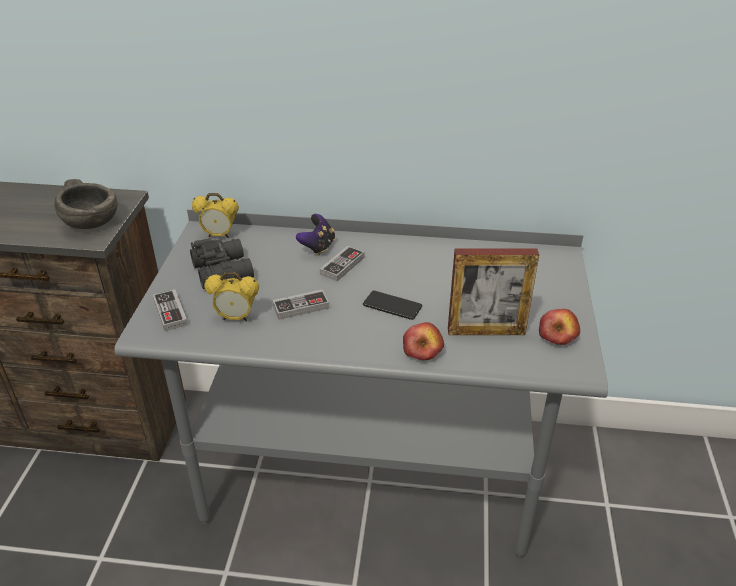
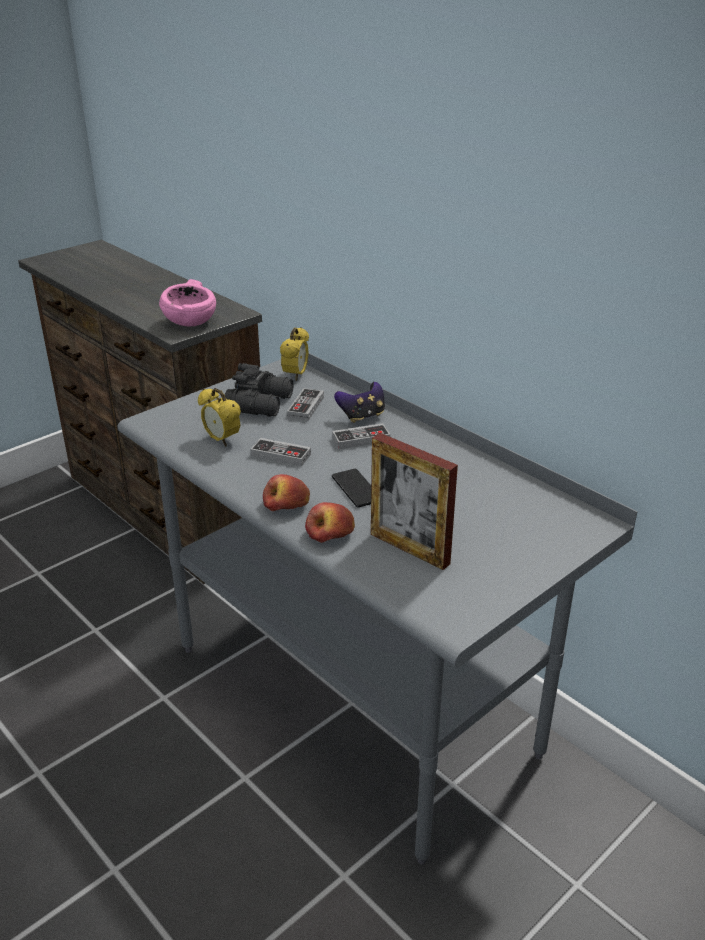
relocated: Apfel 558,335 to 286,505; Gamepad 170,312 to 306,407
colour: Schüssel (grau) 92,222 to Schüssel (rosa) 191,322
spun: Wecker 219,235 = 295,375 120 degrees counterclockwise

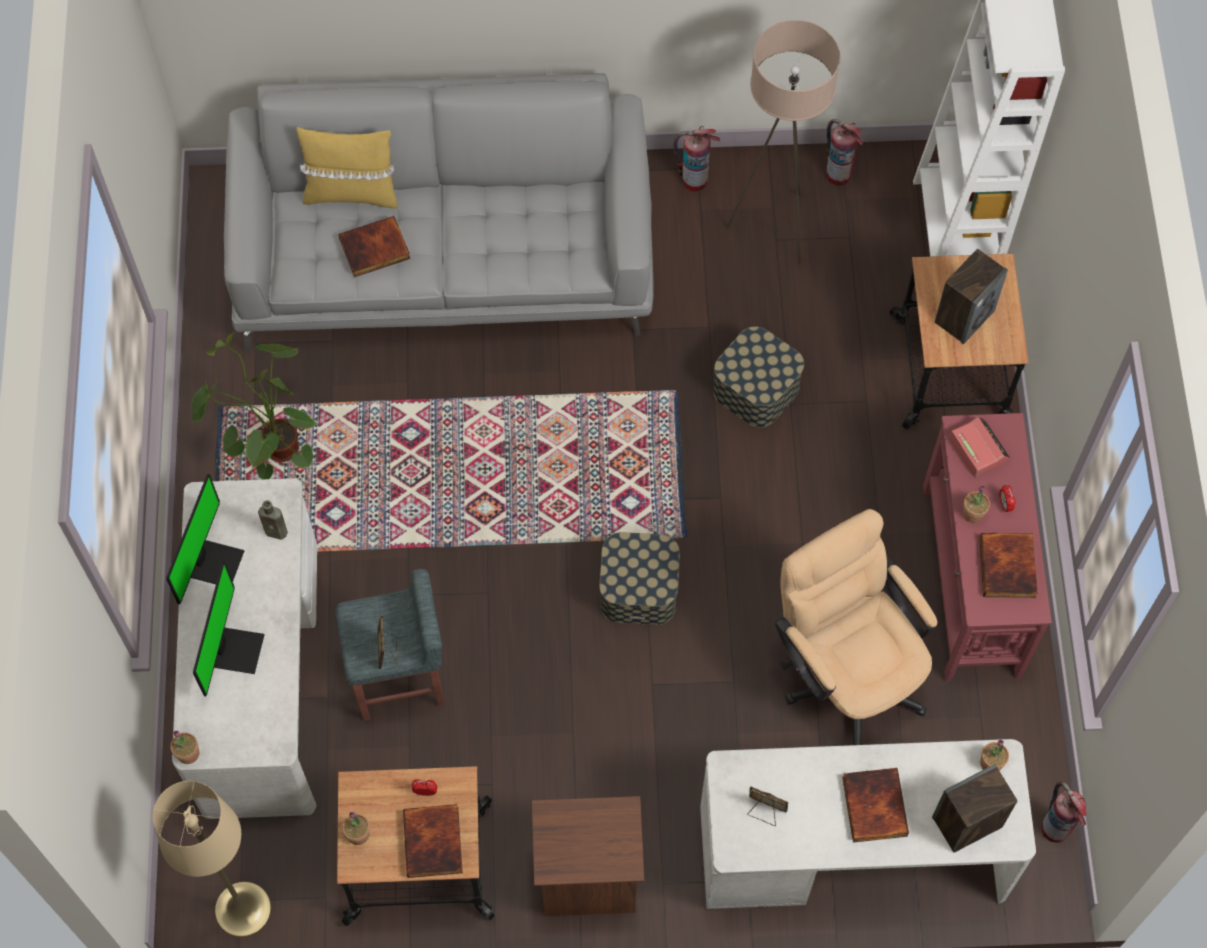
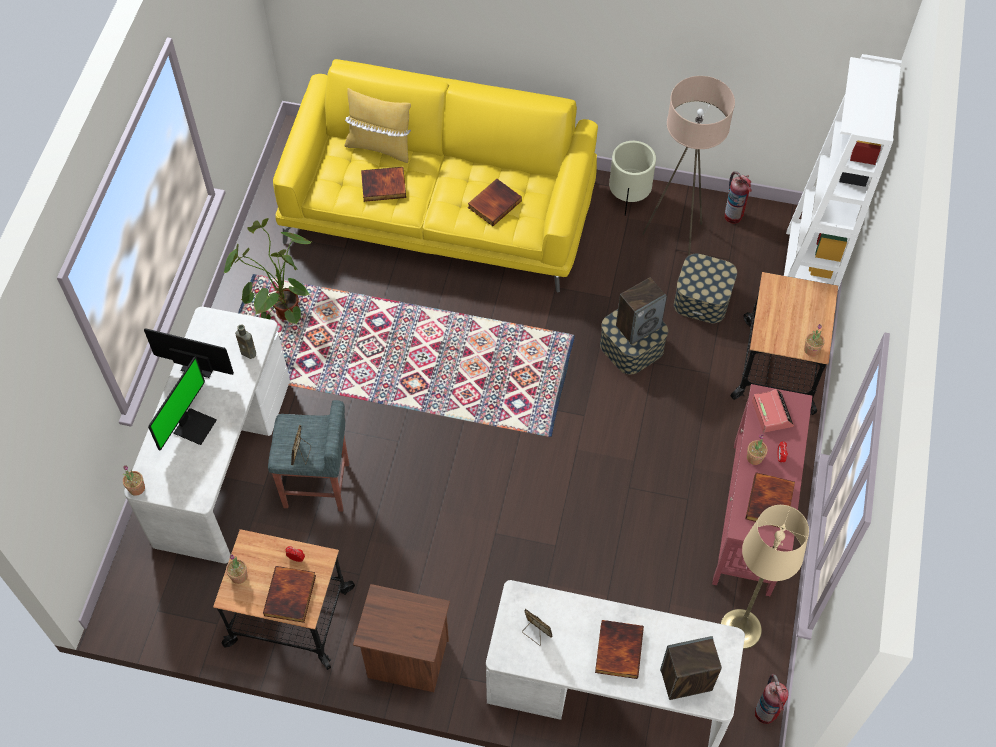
missing: Bürostuhl (beige) 846,673
appeared: Buch 494,203
relocated: Lautsprecher 964,316 to 638,326; Aufbewahrungsbox 638,588 to 702,298; Stehlampe (beige) 243,909 to 740,629; Topfpflanze 991,763 to 811,350
exchanged: Feuerlöscher 694,180 to Pflanzkübel (beige) 629,197
colour: Sofa (grau) 446,254 to Sofa (gelb) 440,209
spun: Monitor 215,563 = 199,364 105 degrees counterclockwise

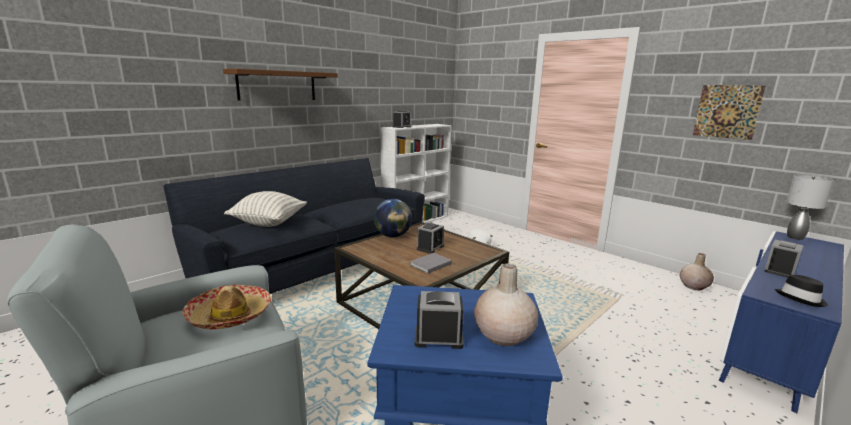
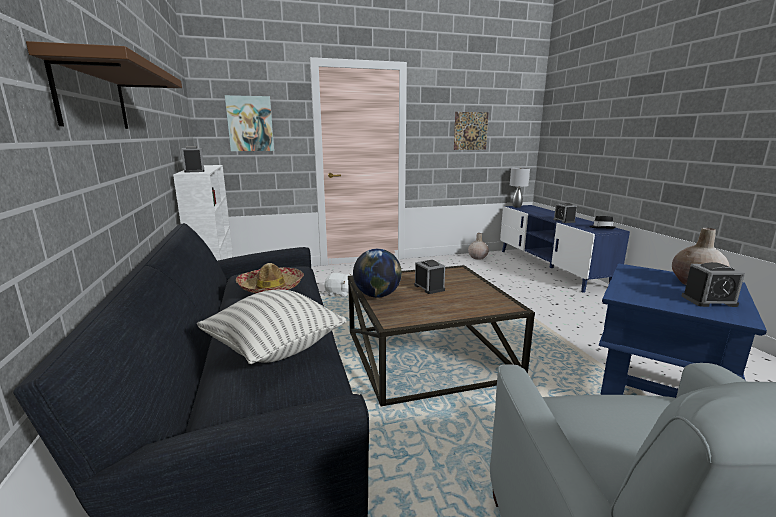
missing: Buch (grau) 429,264
appeared: Bild 250,124
relocated: Hut 230,315 to 271,287
spun: Wecker 438,337 = 708,301 120 degrees counterclockwise

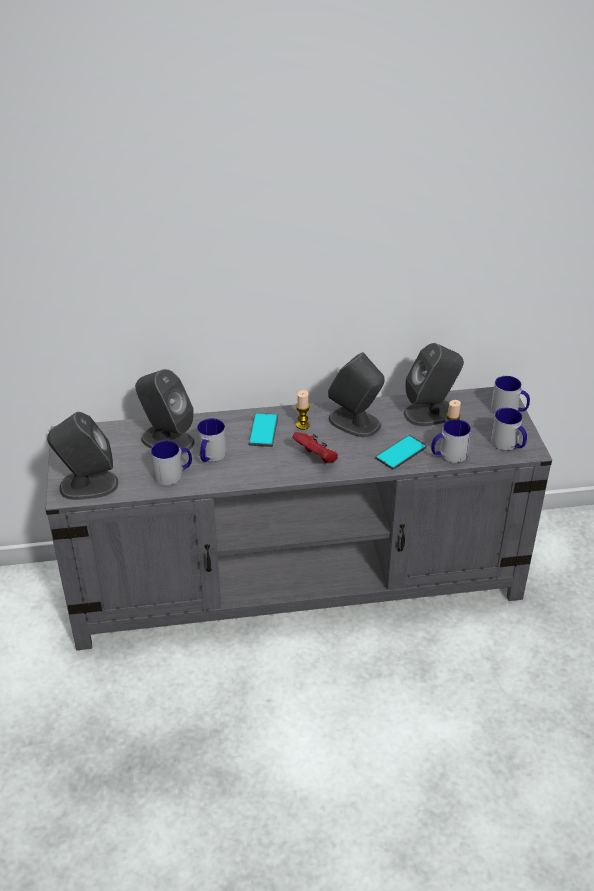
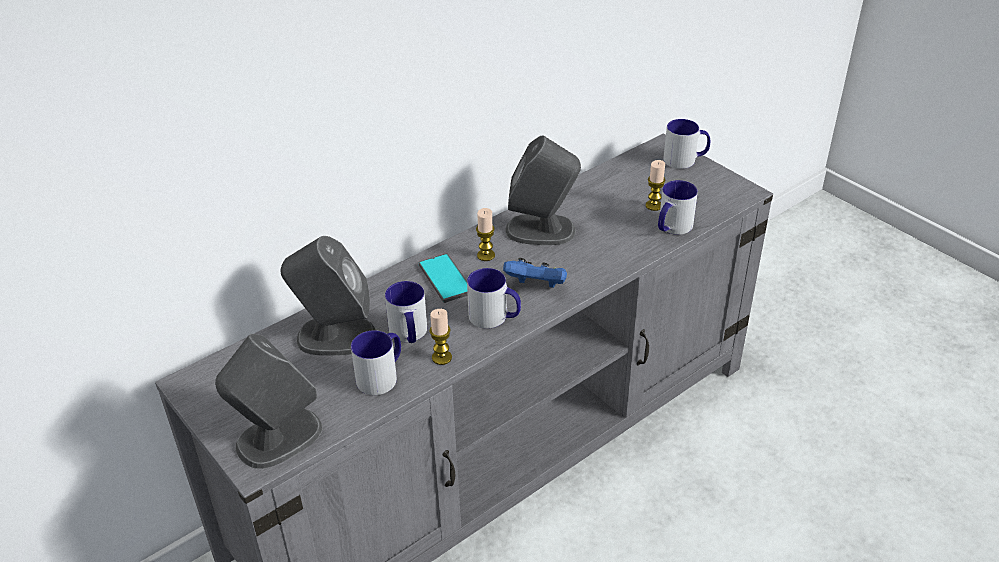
missing: Handy 401,453; Lautsprecher (grau) 431,413
appeared: Kerze 441,357
relocated: Henkelbecher 508,444 to 495,317
colour: Gamepad (rot) 316,458 to Gamepad (blau) 536,286

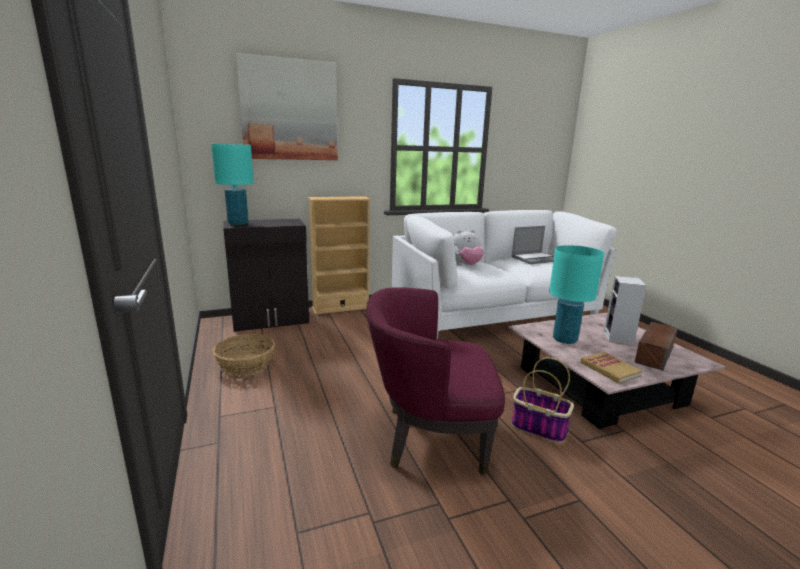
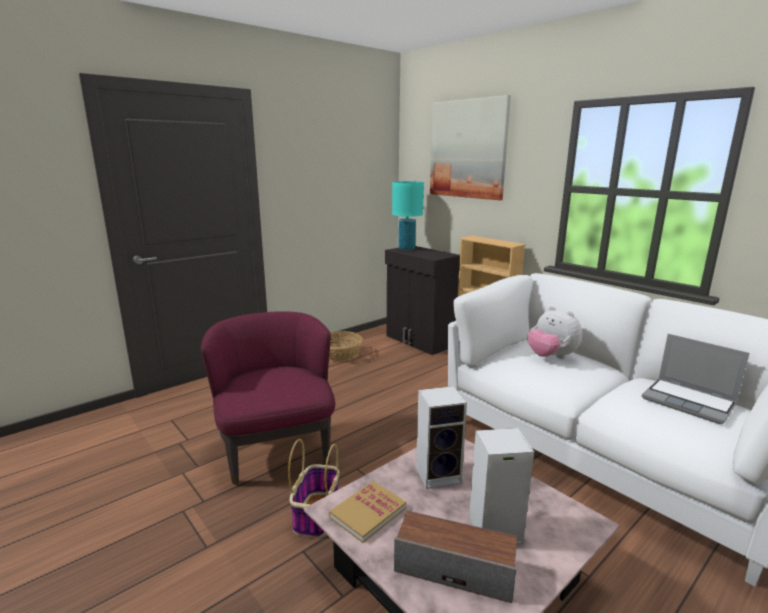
exchanged: Tischlampe (türkis) 564,339 to Lautsprecher 439,474

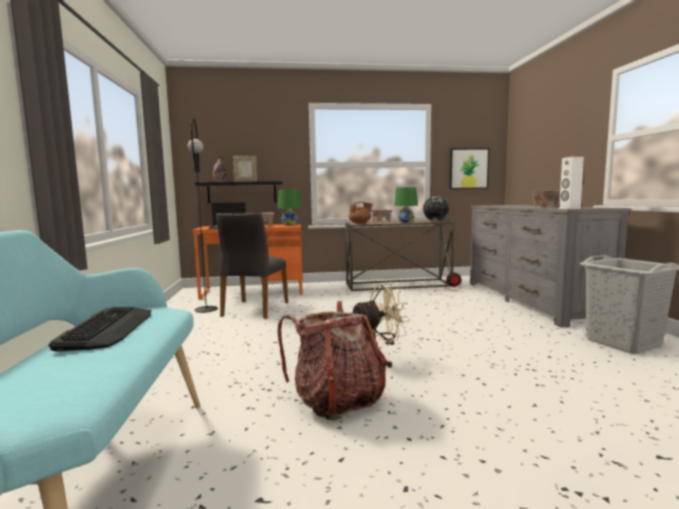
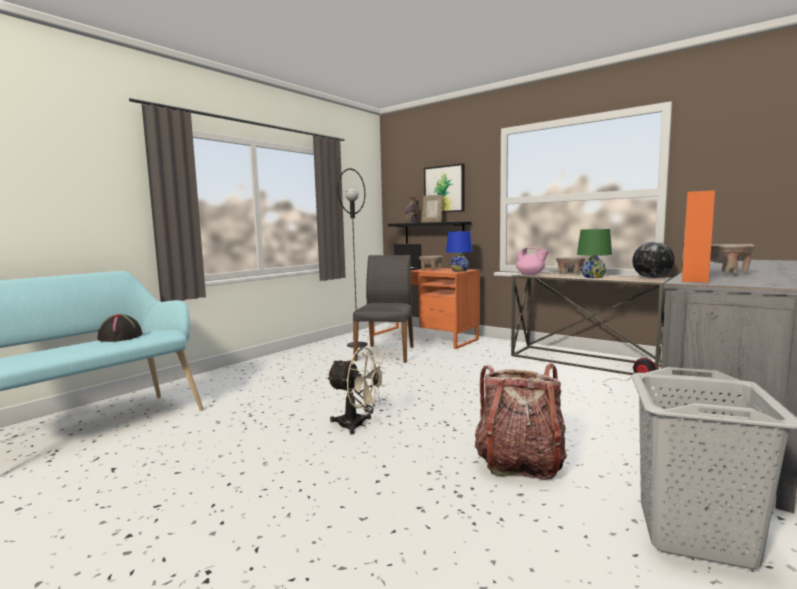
relocated: Bild 468,168 to 444,189; Rucksack 336,400 to 519,462
exchanged: Tastatur 108,328 to Hut (schwarz) 121,337
colour: Tischlampe (grün) 290,225 to Tischlampe (blau) 459,270; Teekanne (braun) 360,223 to Teekanne (rosa) 531,274; Lautsprecher (weiß) 569,208 to Lautsprecher (orange) 694,280
spun: Stuhl (grau) 254,309 = 386,353 135 degrees clockwise

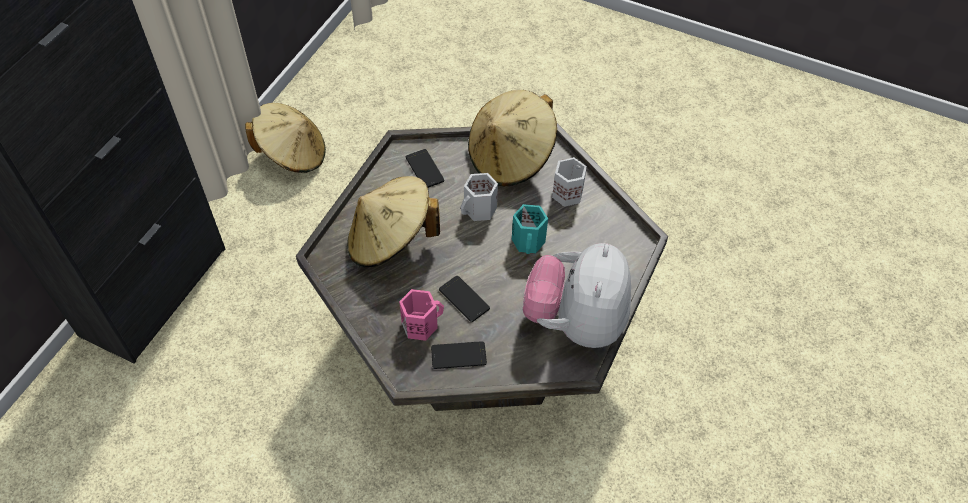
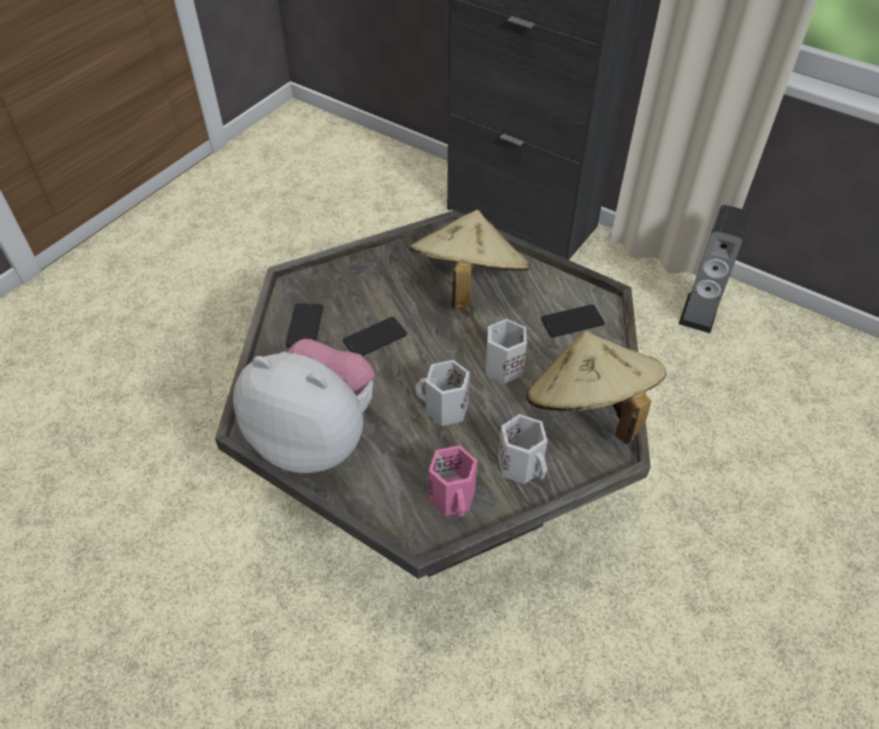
relocated: Henkelbecher (rosa) 420,324 to 454,497
exchanged: Hut (beige) 292,154 to Lautsprecher 699,313
colour: Henkelbecher (türkis) 529,242 to Henkelbecher (weiß) 444,409

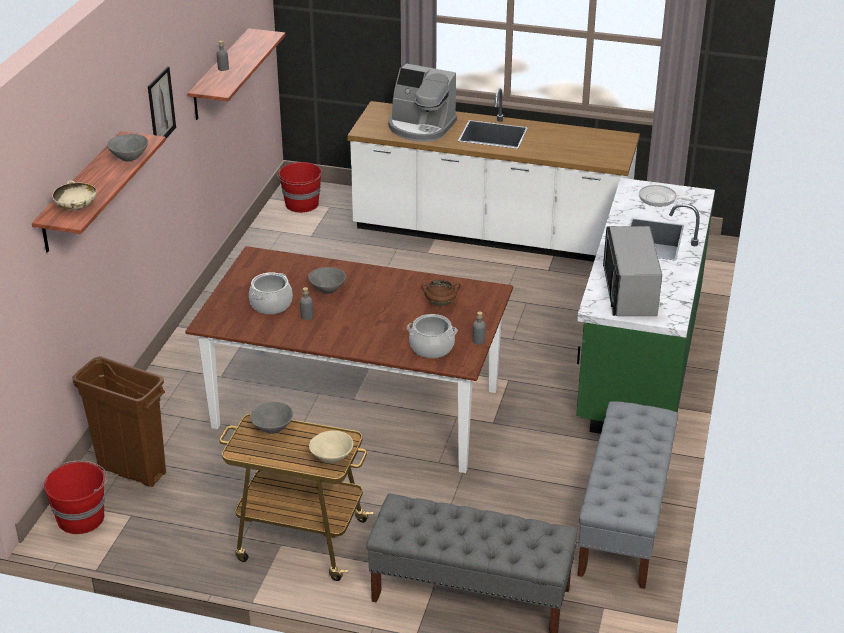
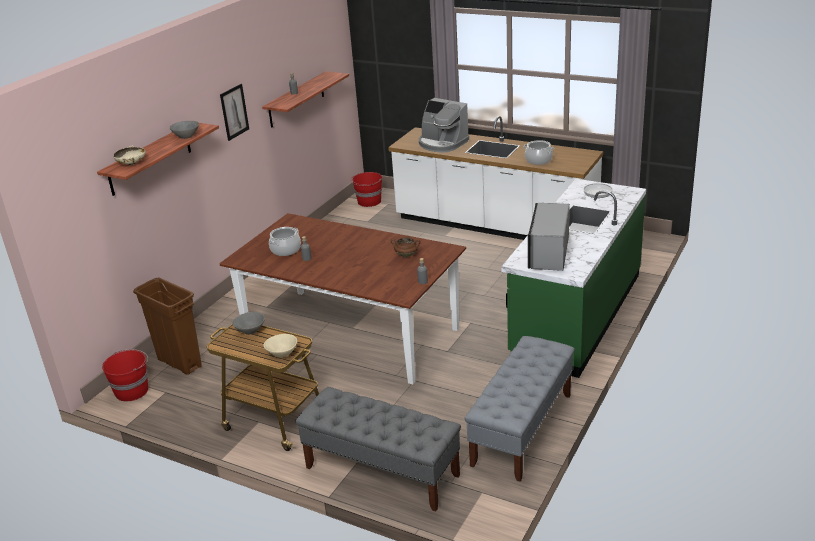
missing: Schüssel (grau) 327,289
relocated: Kochtopf 432,347 to 538,160

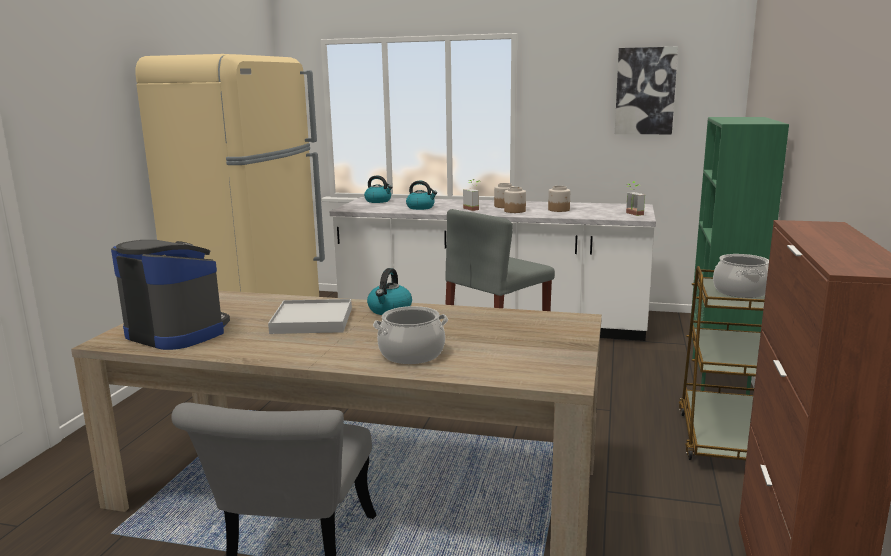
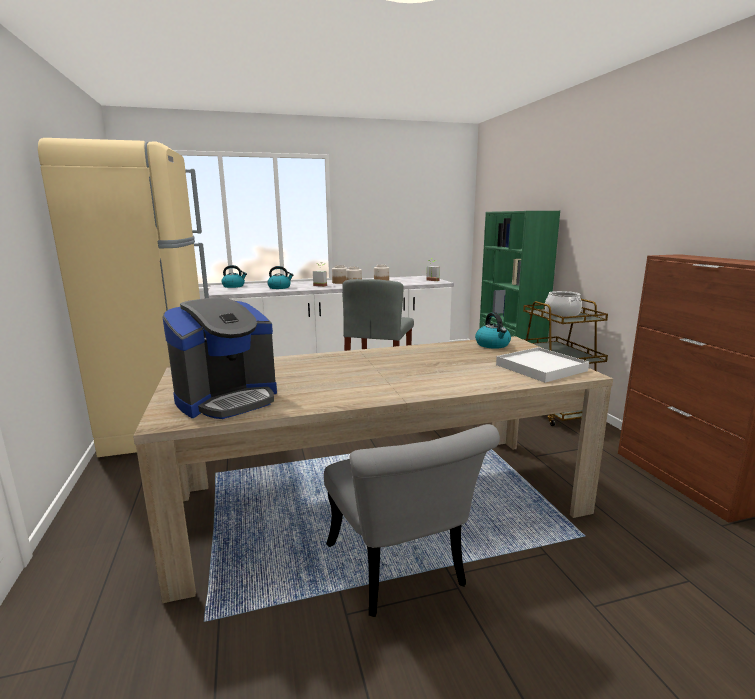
missing: Kochtopf 411,354; Bild 645,91
relocated: Wasserkessel 390,310 to 493,345; Tablett (weiß) 312,320 to 540,368
spun: Kaffeemaschine 177,332 = 228,399 135 degrees clockwise

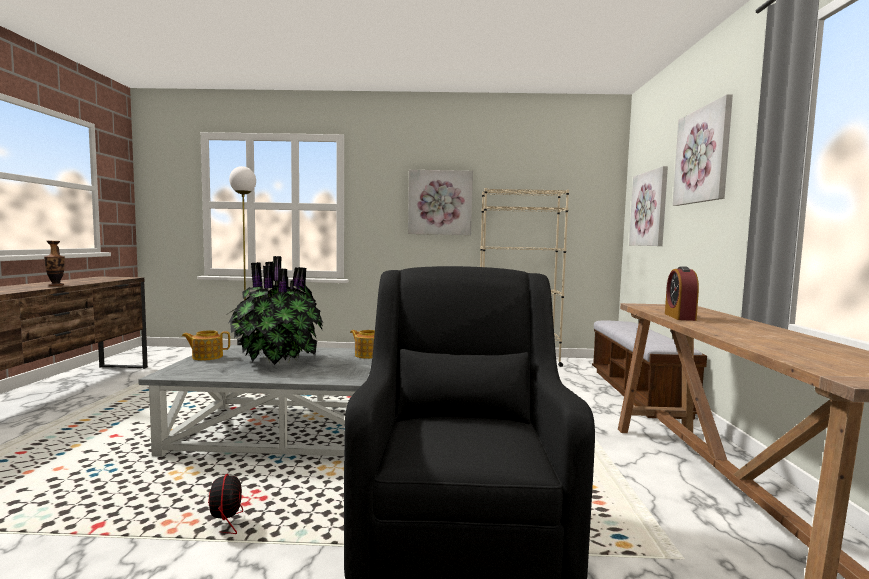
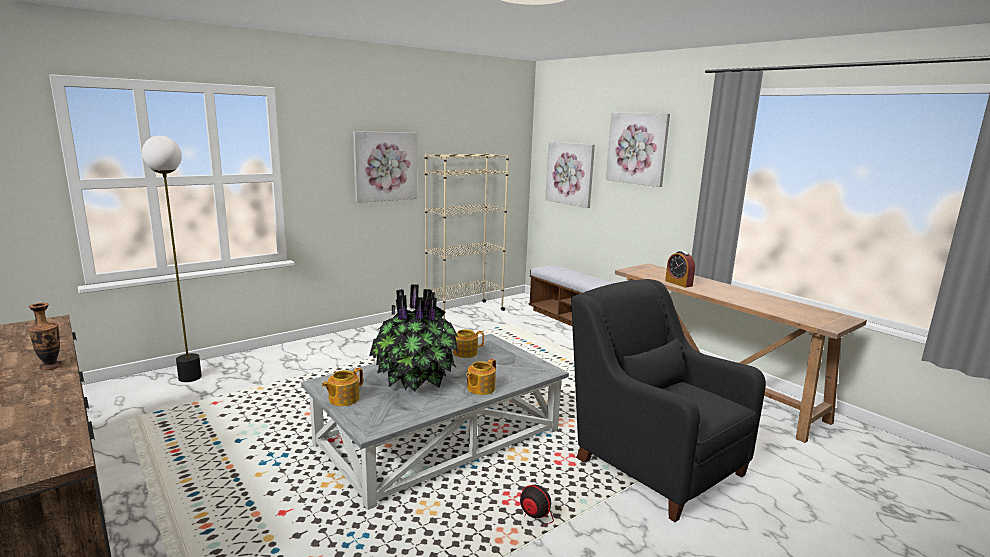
appeared: Teekanne 480,388

